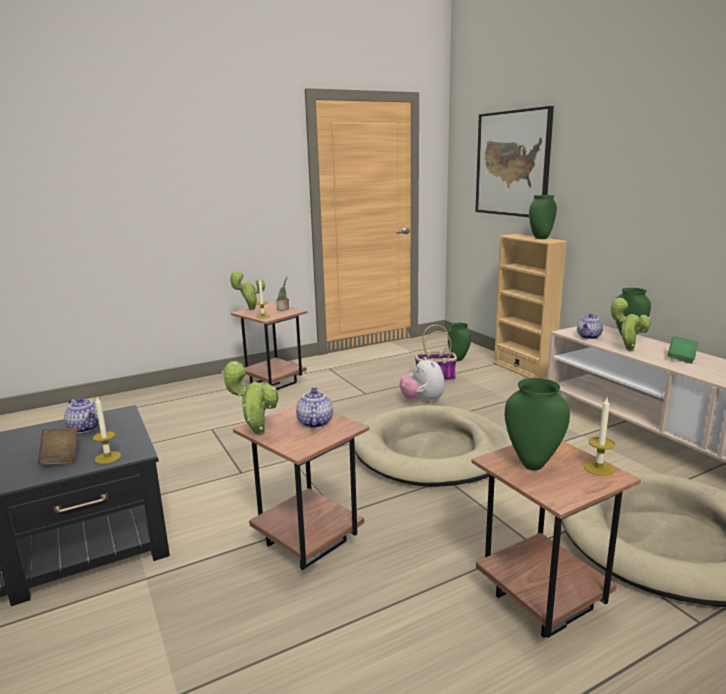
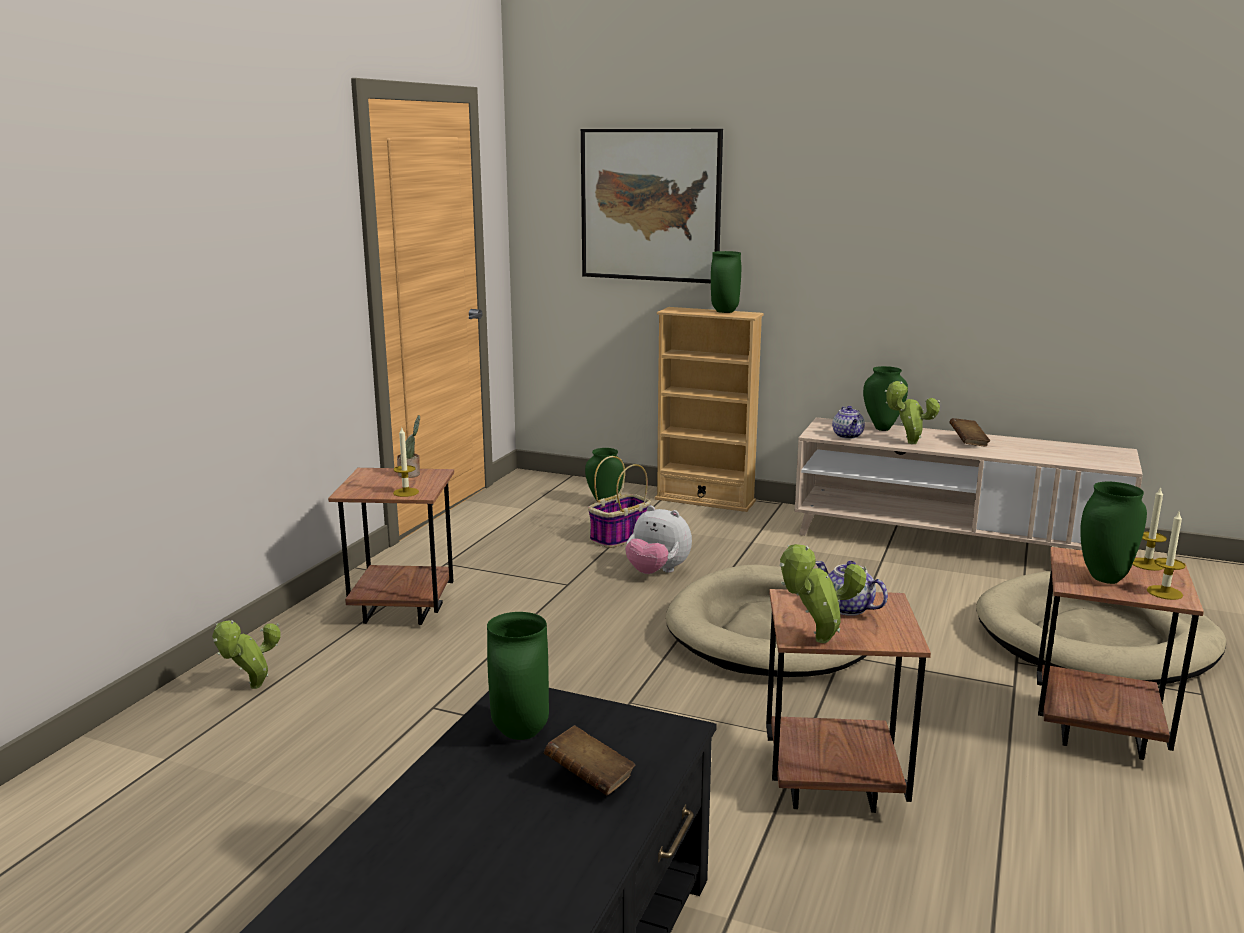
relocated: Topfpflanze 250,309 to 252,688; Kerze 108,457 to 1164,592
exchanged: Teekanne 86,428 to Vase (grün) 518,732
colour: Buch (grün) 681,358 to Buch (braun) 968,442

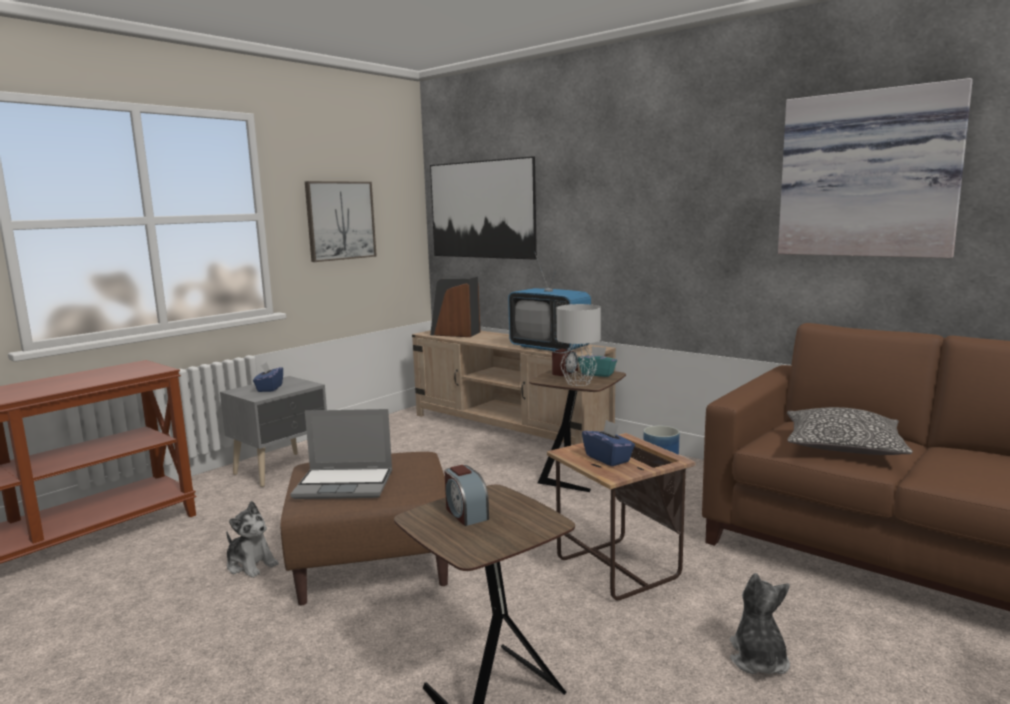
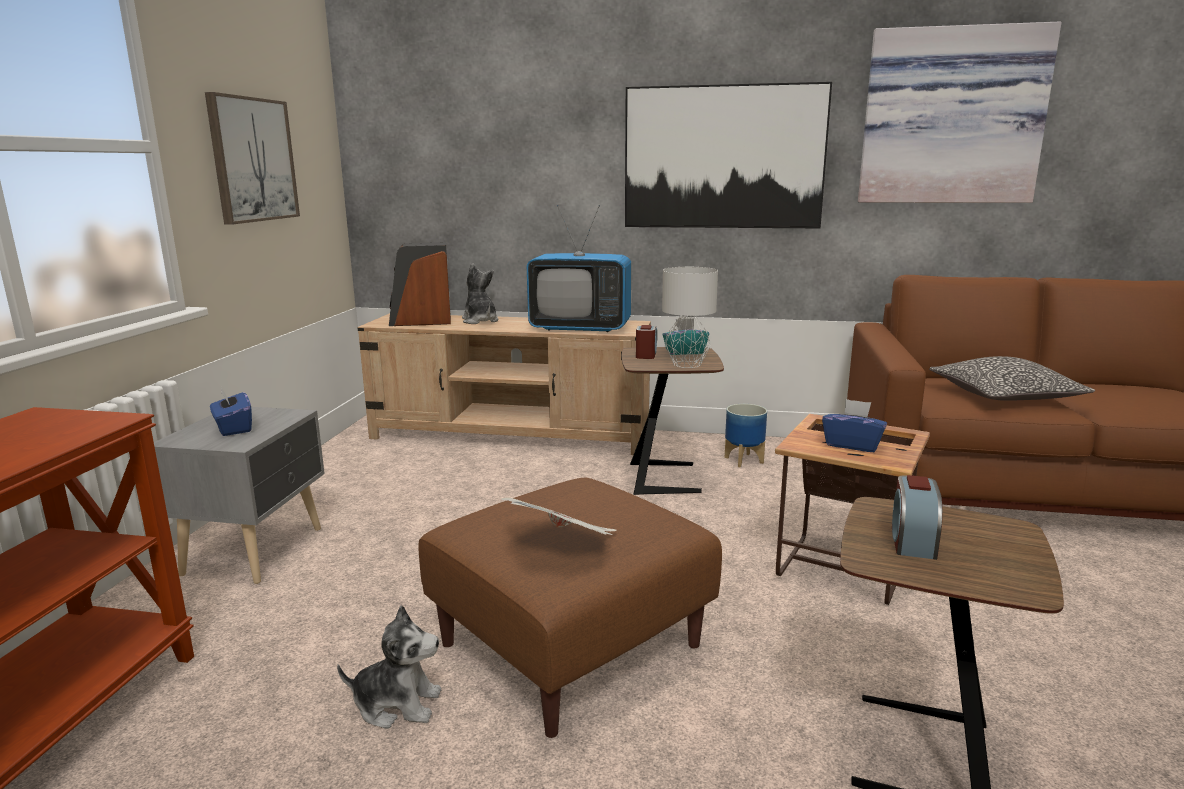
relocated: Plüschtier 758,659 to 480,321; Bild 481,209 to 723,158
exchanged: Laptop 346,484 to Zeitung 564,545
spun: Wecker 465,513 = 912,541 75 degrees clockwise

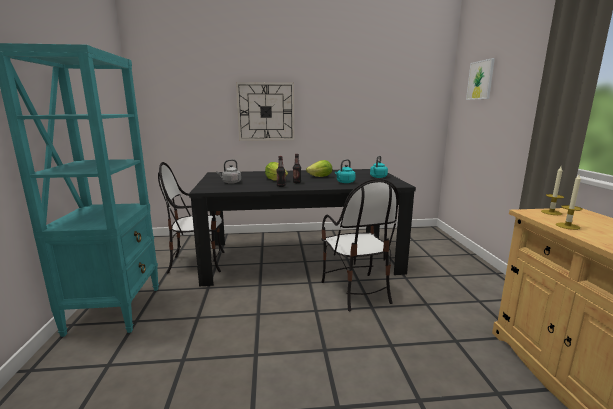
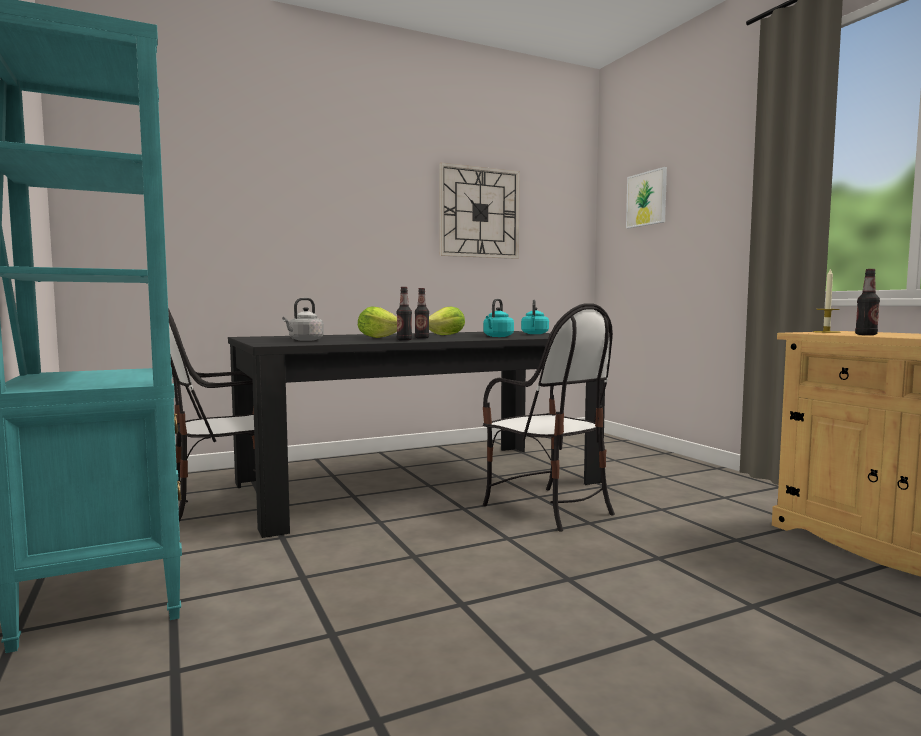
relocated: Wanduhr 266,112 to 479,212
exchanged: Kerze 567,226 to Flasche 866,335

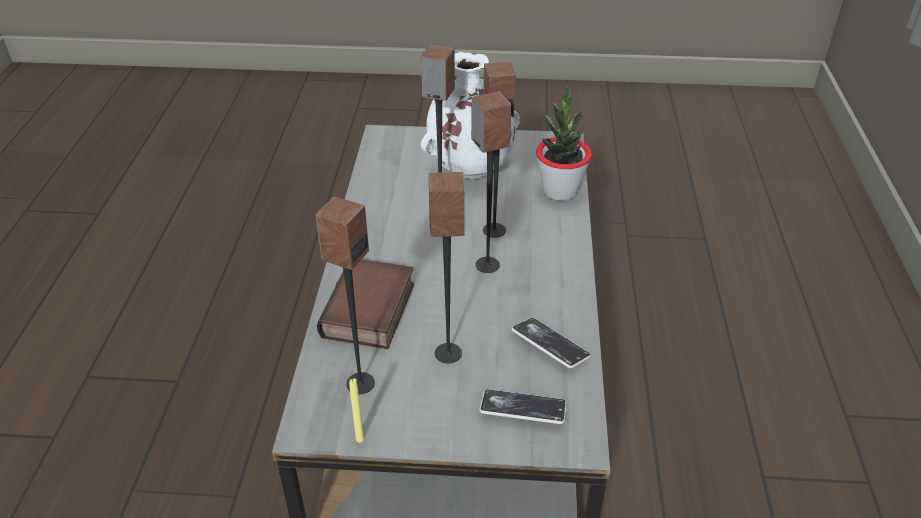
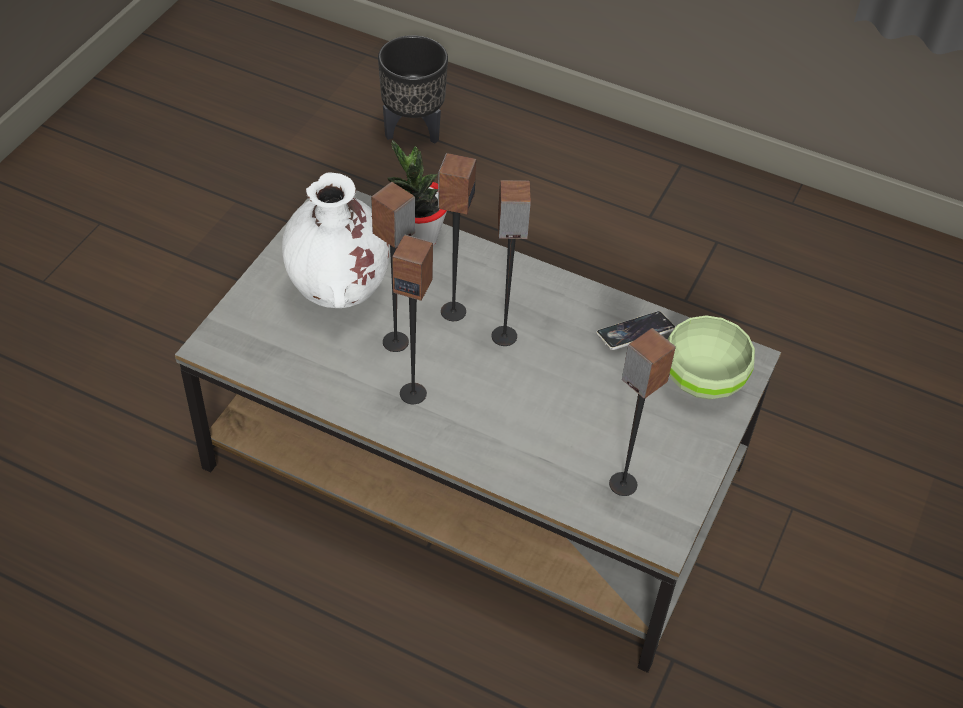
missing: Buch 371,312; Kerze (gelb) 360,439
appeared: Pflanzkübel (schwarz) 414,130
relocated: Lautsprecher 449,353 to 413,393
exchanged: Handy 523,410 to Schüssel (grün) 701,380

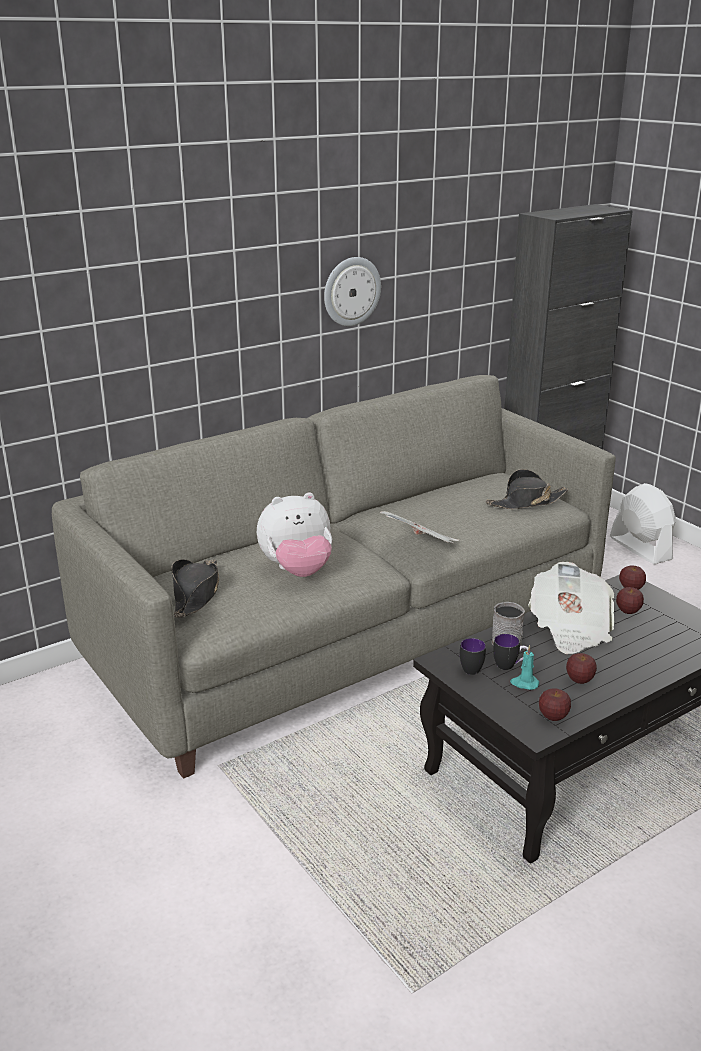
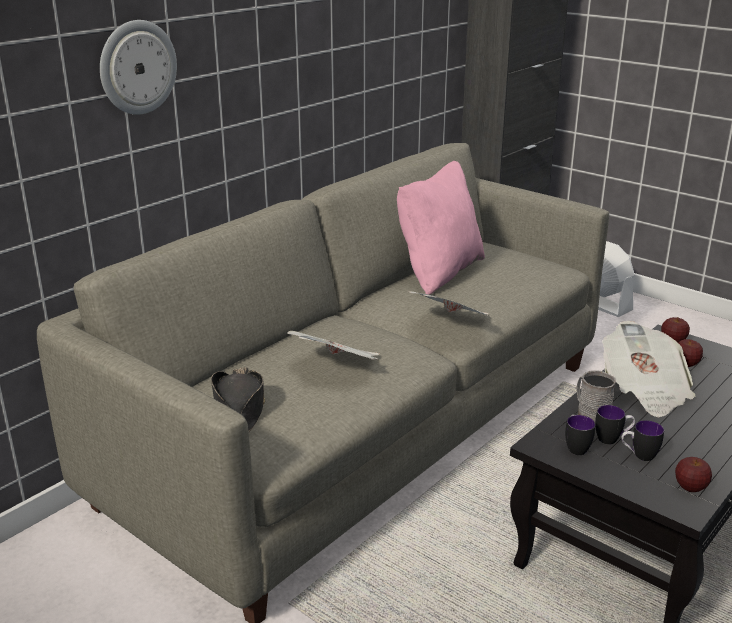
missing: Hut (schwarz) 526,502; Apfel 579,680
appeared: Kissen (rosa) 439,272
relocated: Wanduhr 351,291 to 137,67
exchanged: Plüschtier 297,571 to Zeitung 338,367; Kerze (türkis) 524,683 to Henkelbecher 638,456

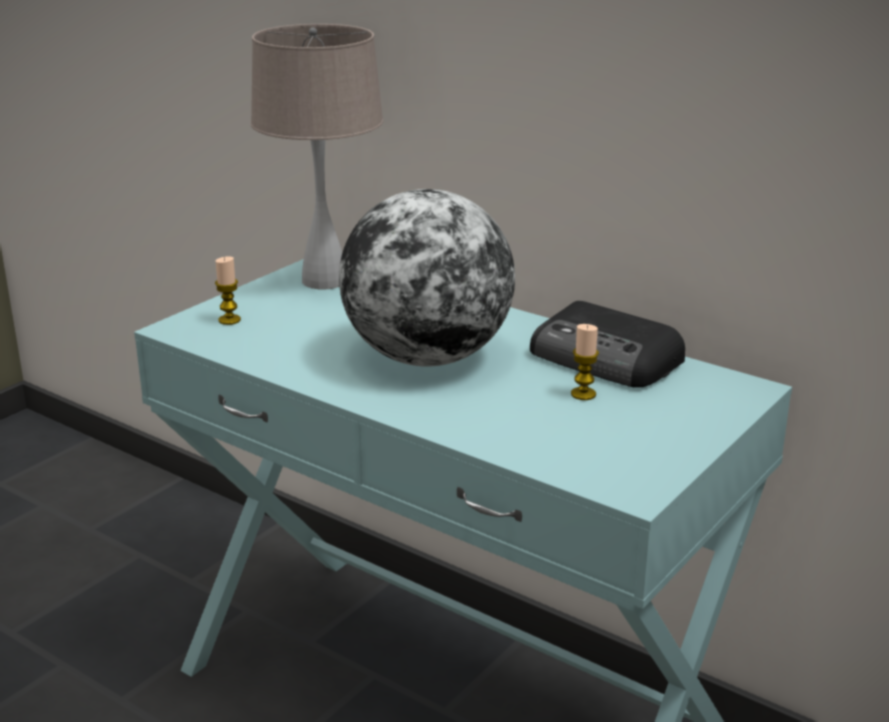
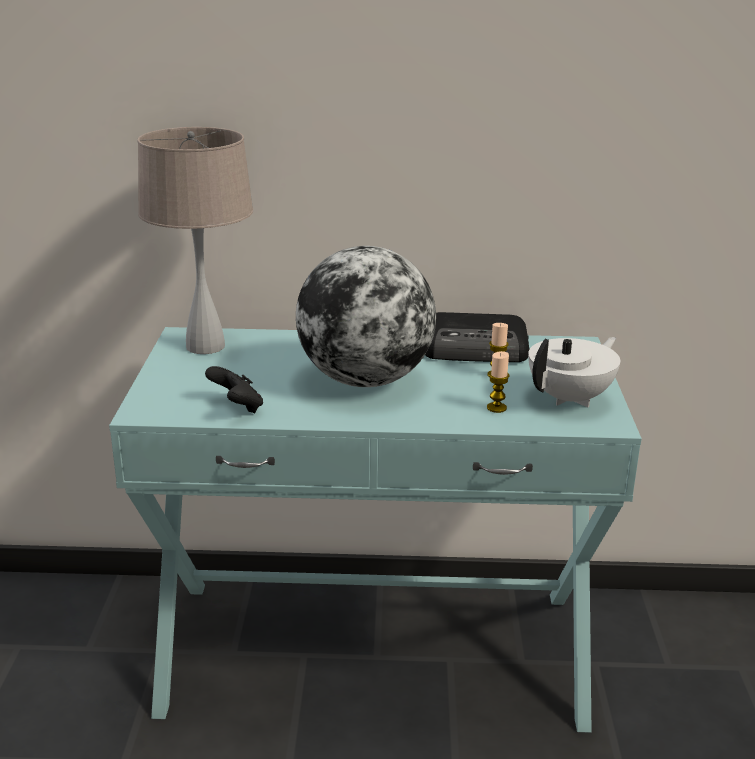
appeared: Gamepad (schwarz) 237,408; Teekanne (weiß) 571,398
relocated: Kerze 229,320 to 496,408

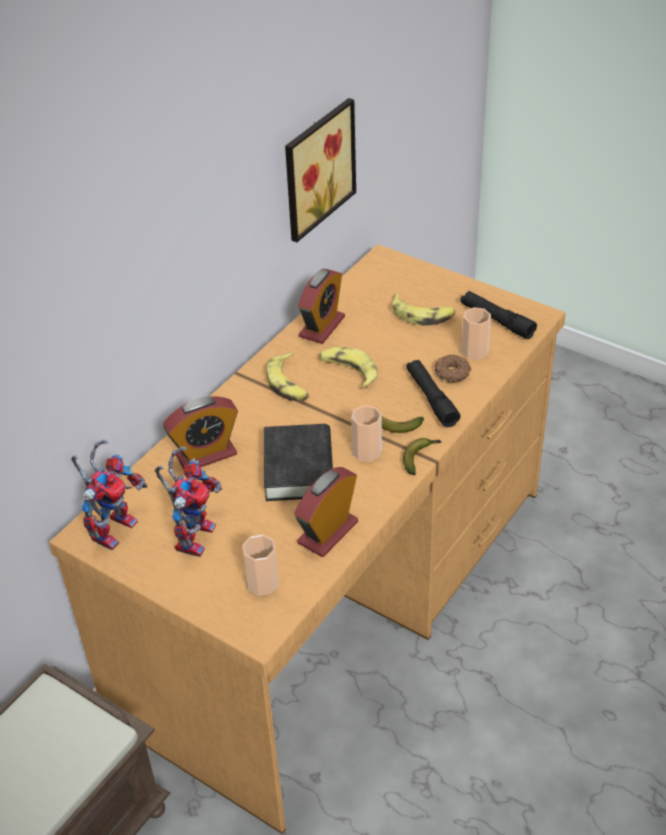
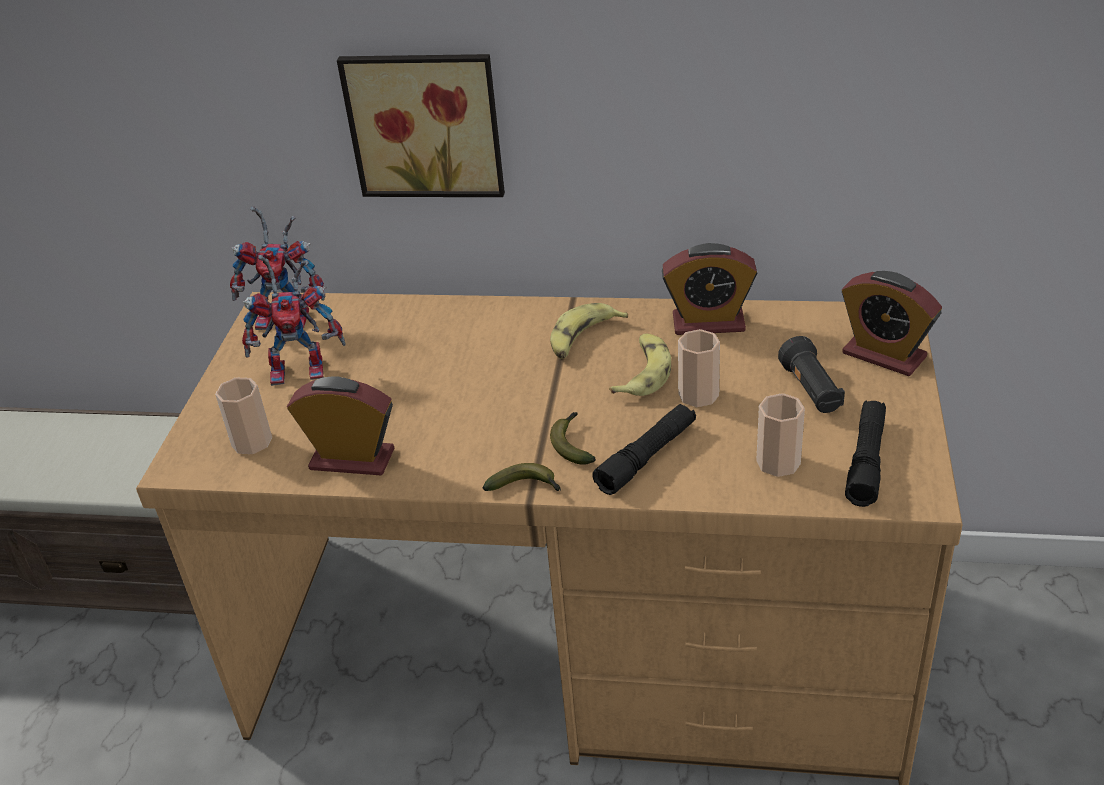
missing: Buch (schwarz) 298,468; Donut 452,374
relocated: Bild 315,168 to 425,123; Tasse 367,451 to 698,395; Wecker 206,454 to 884,355
exchanged: Banane 422,315 to Taschenlampe (schwarz) 811,391

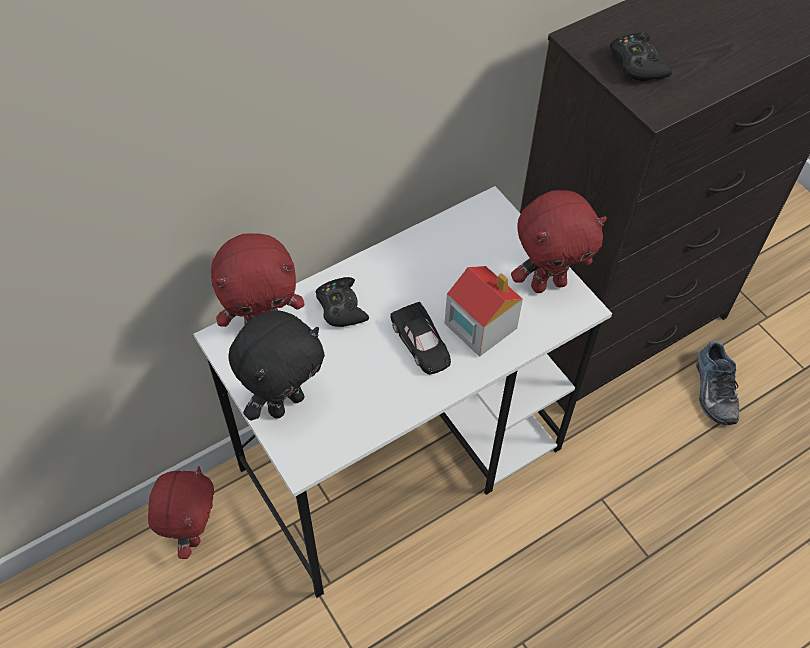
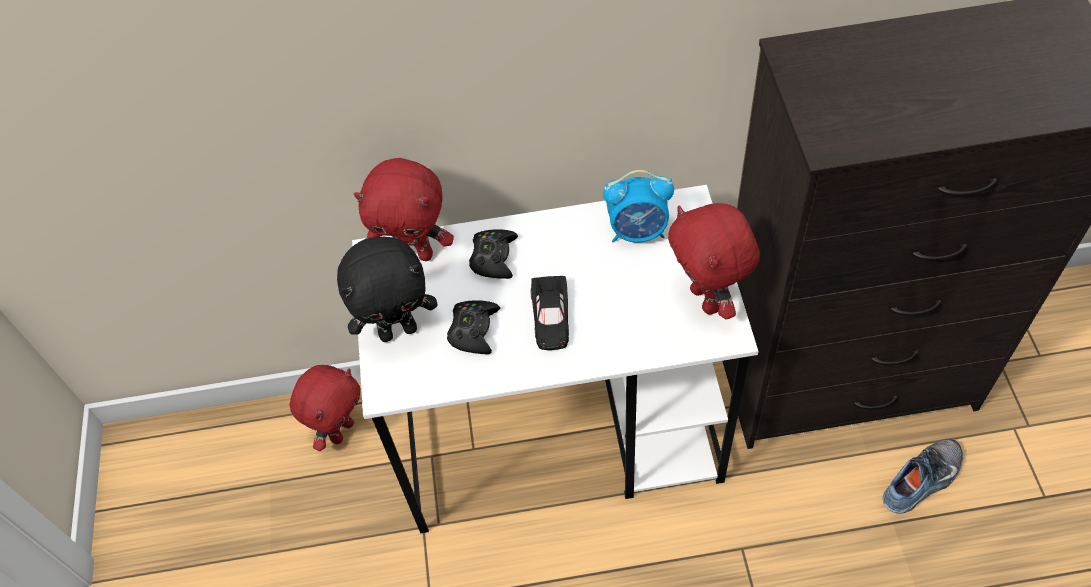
missing: Spielzeughaus 479,325
appeared: Wecker 638,231
relocated: Gamepad (schwarz) 637,64 to 474,330
spun: Plüschtier (rot) 548,283 = 707,299 60 degrees clockwise; Schuh 713,389 = 923,481 150 degrees counterclockwise

